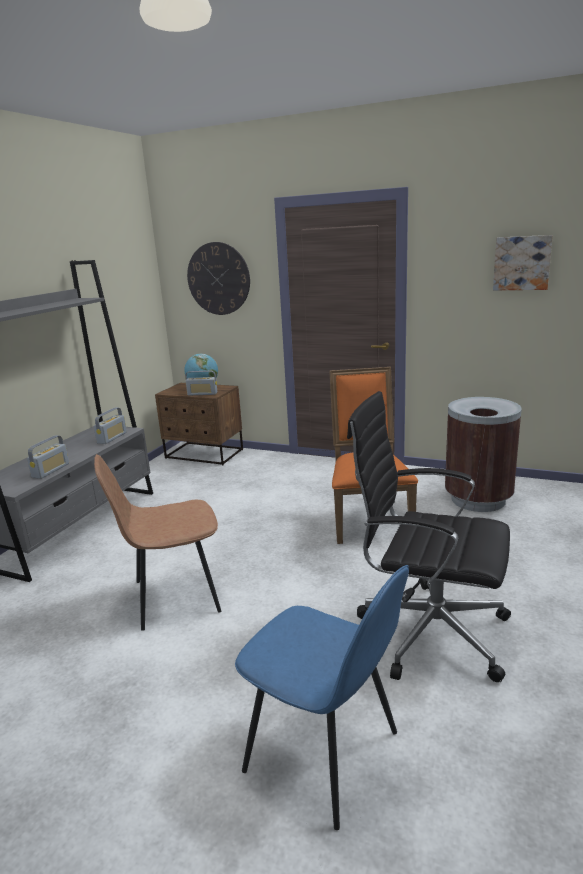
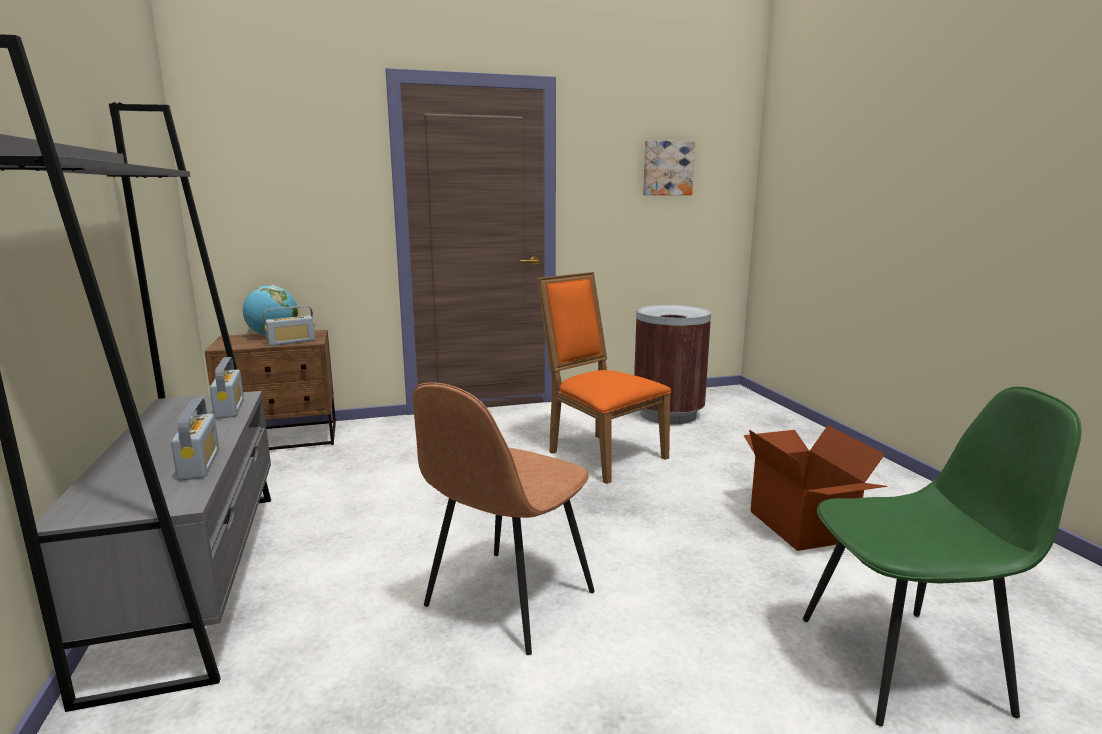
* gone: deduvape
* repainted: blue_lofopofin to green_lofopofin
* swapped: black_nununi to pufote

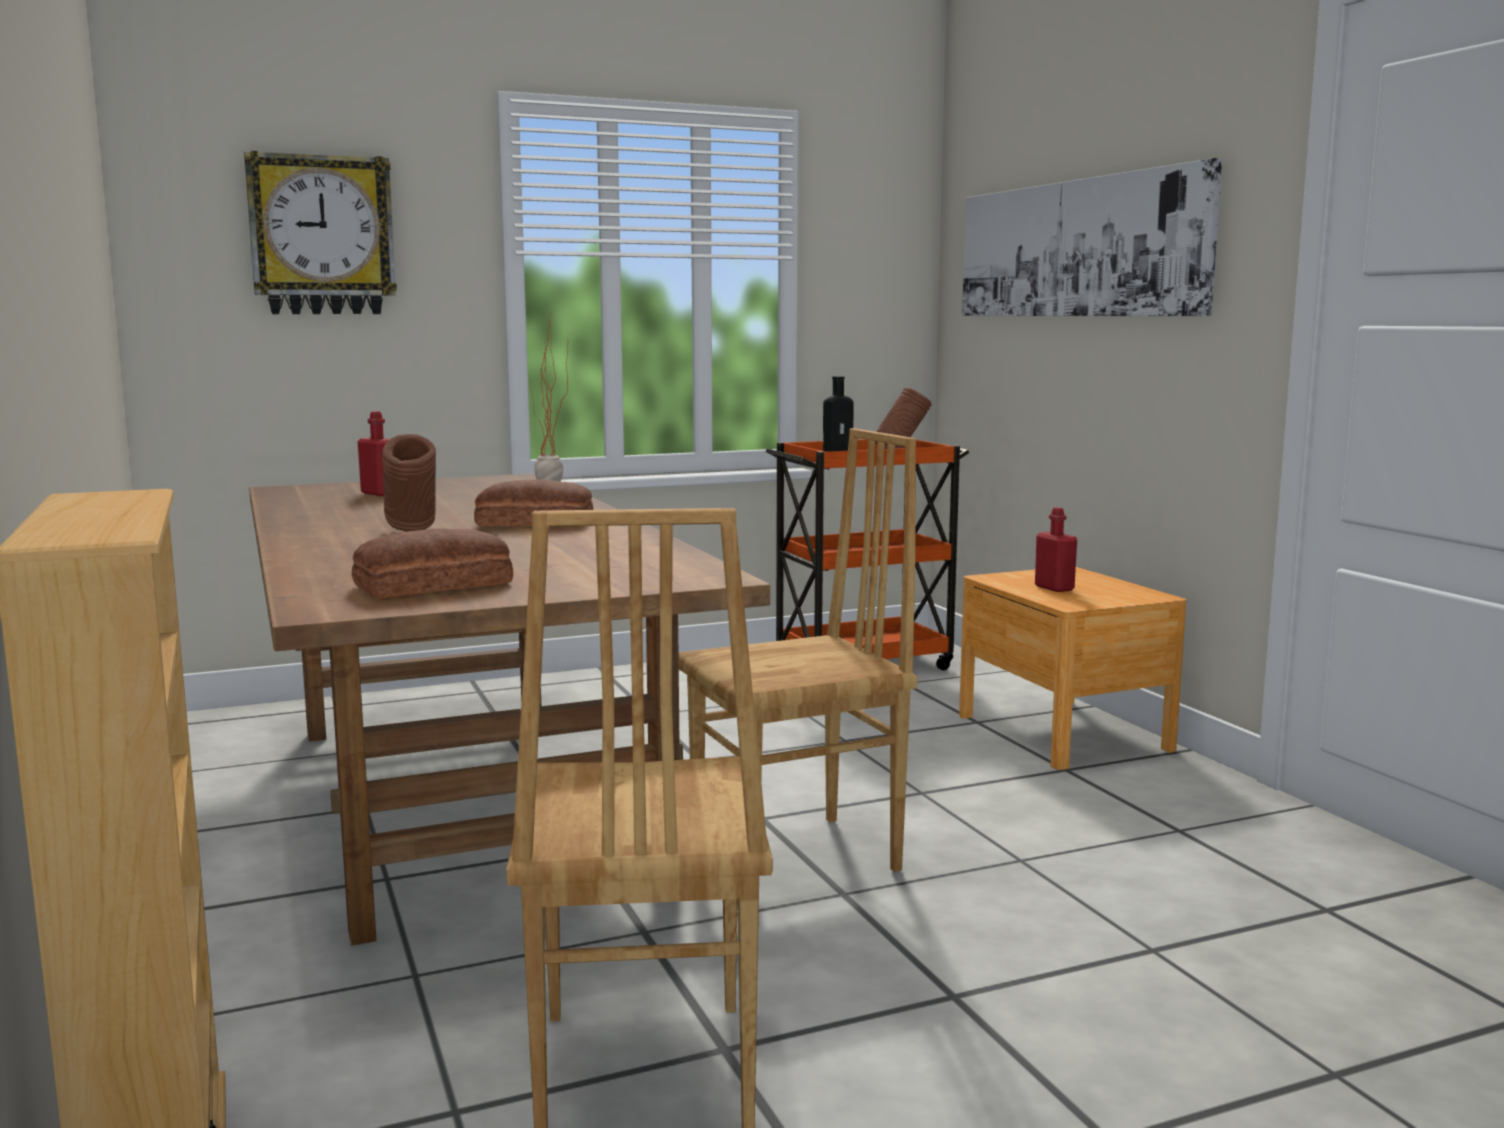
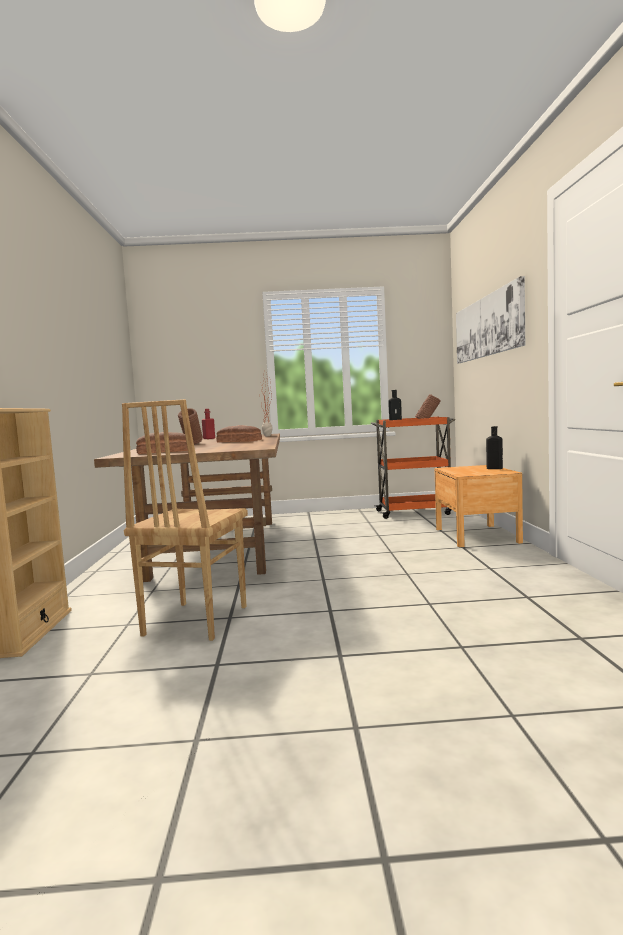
* gone: deduvape
* gone: brown_lofopofin (no. 2 from left)
* gone: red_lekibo (no. 2 from left)
* new: black_lekibo (no. 2 from left)

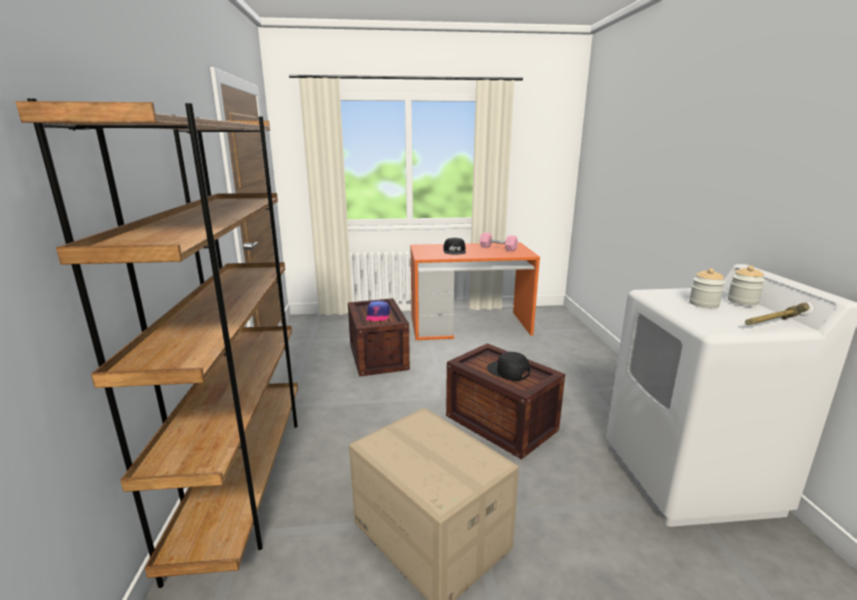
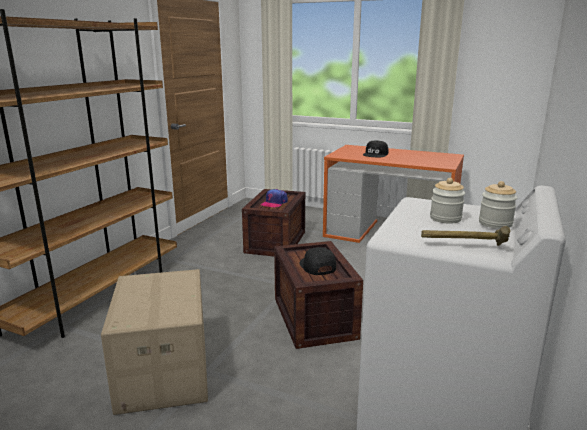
* gone: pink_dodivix

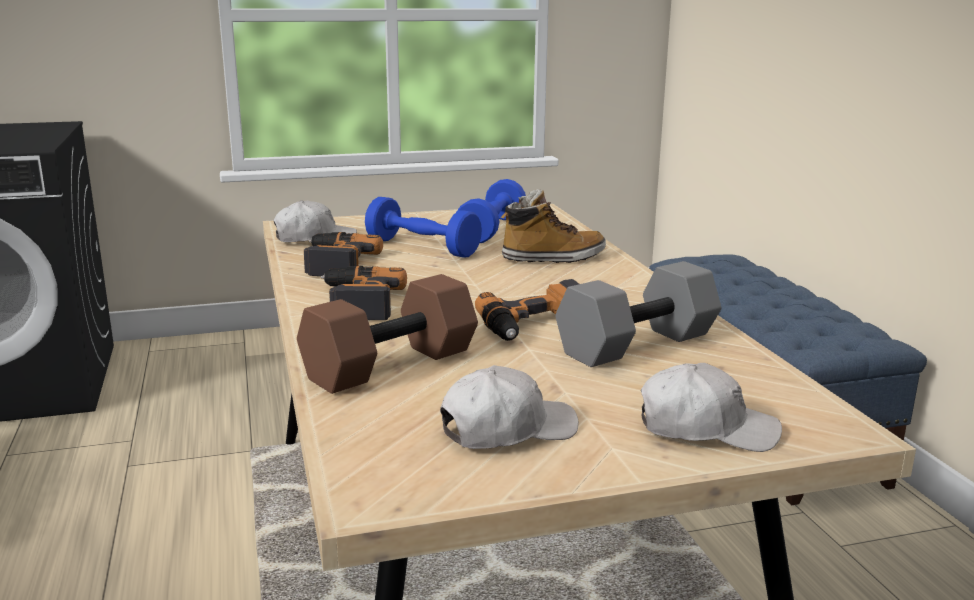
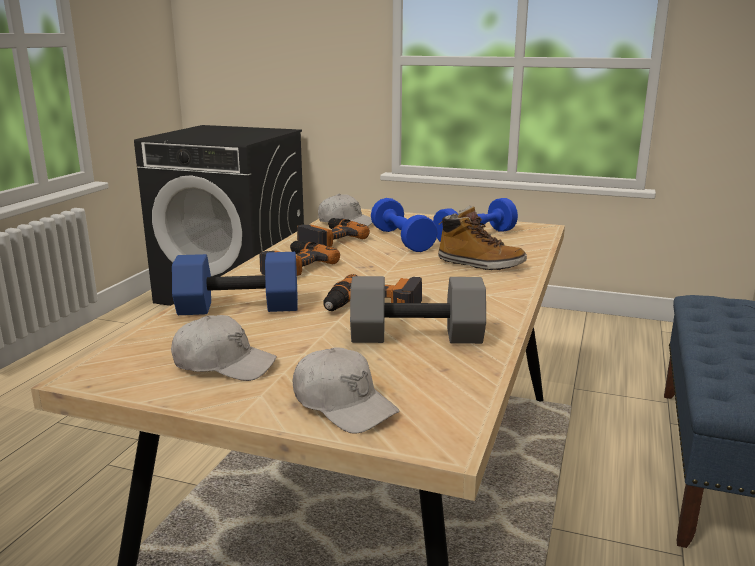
* repainted: brown_dodivix to blue_dodivix (no. 1 from left)

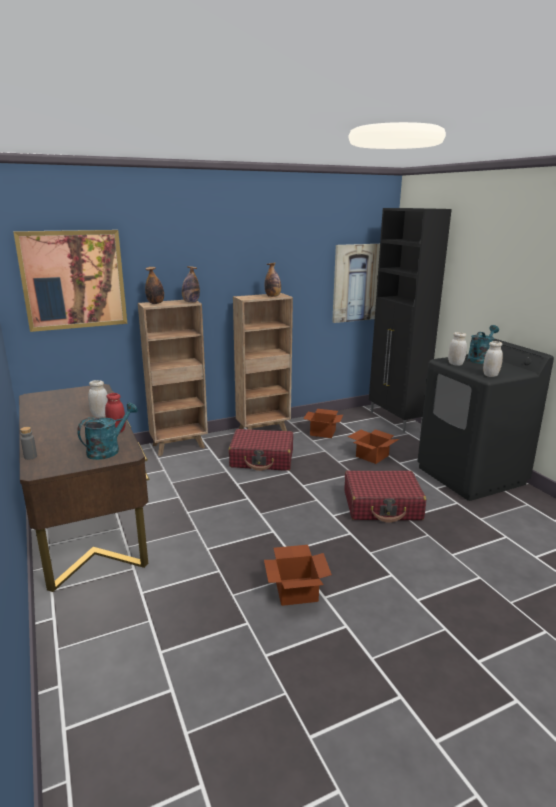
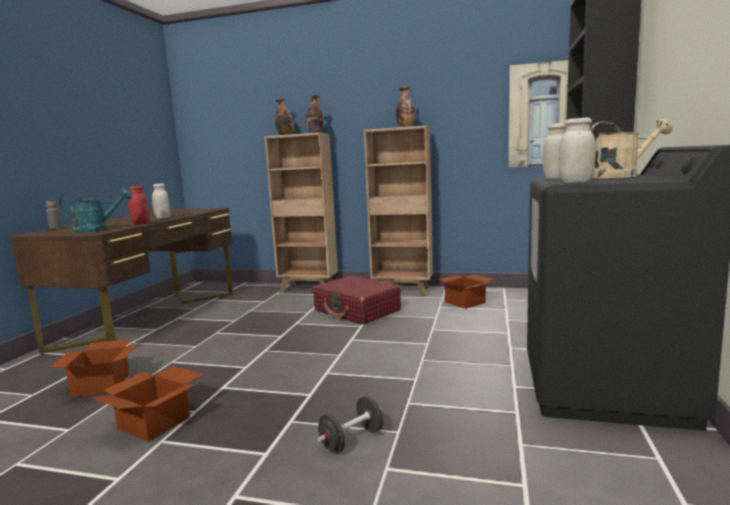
* gone: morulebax (no. 1 from left)
* gone: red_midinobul (no. 2 from left)
* shifted: pufote (no. 3 from left in the first image) to pufote (no. 1 from left)
* repainted: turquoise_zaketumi (no. 2 from left) to beige_zaketumi
* new: black_dodivix

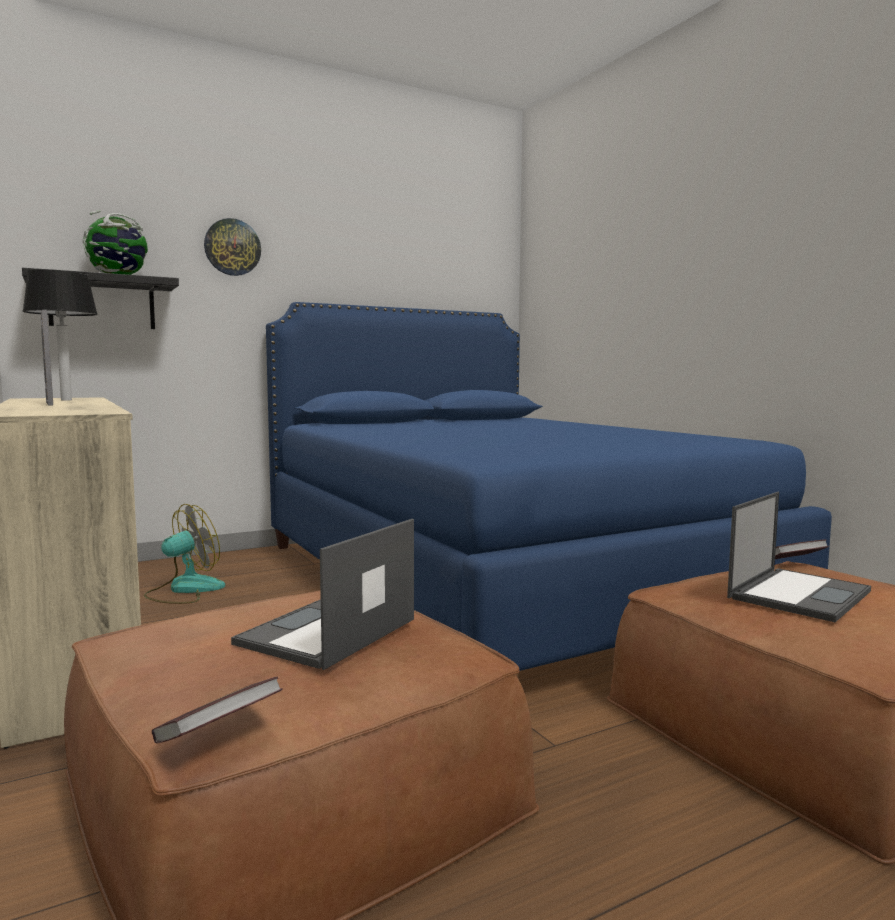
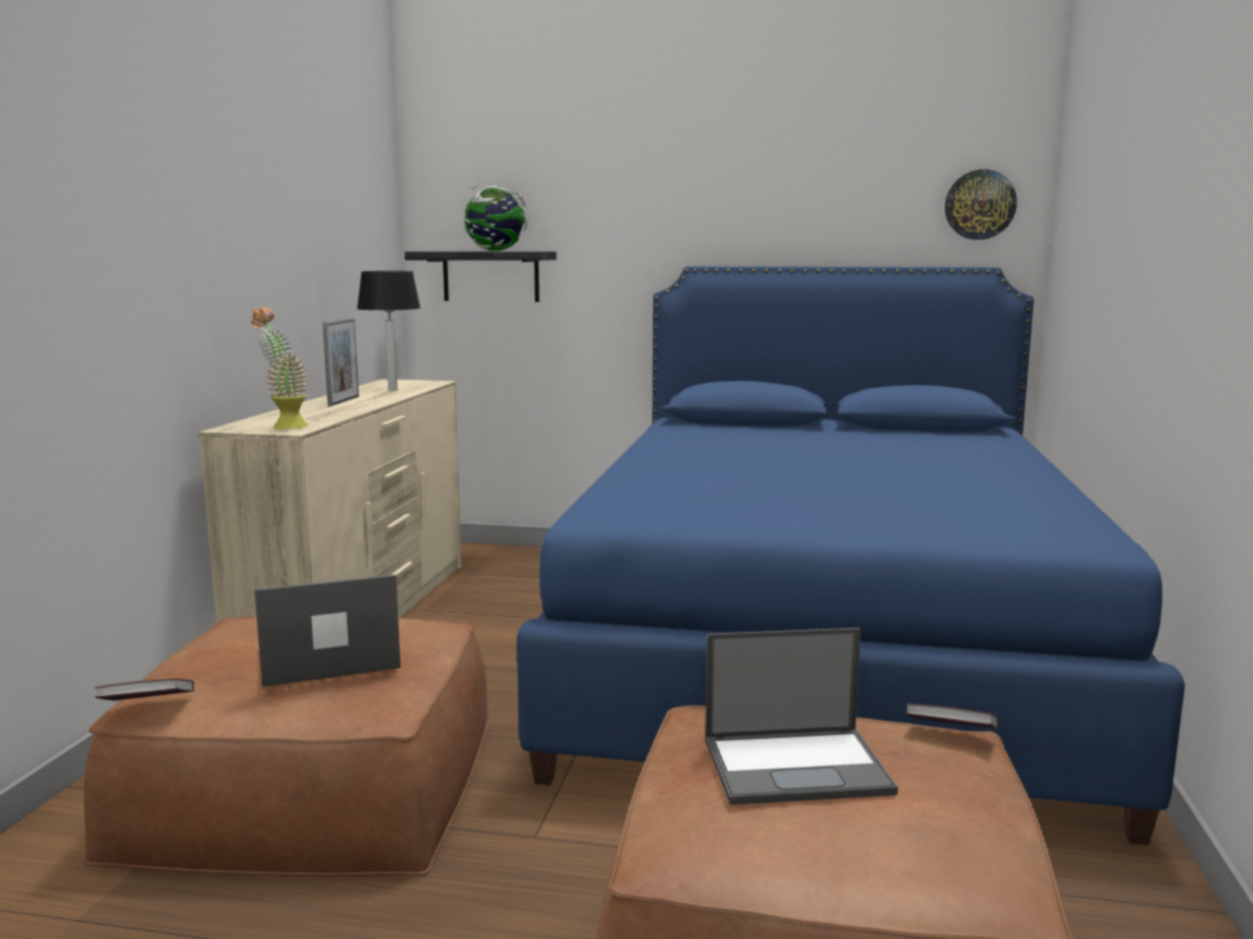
* gone: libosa
* shifted: deduvape
* new: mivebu

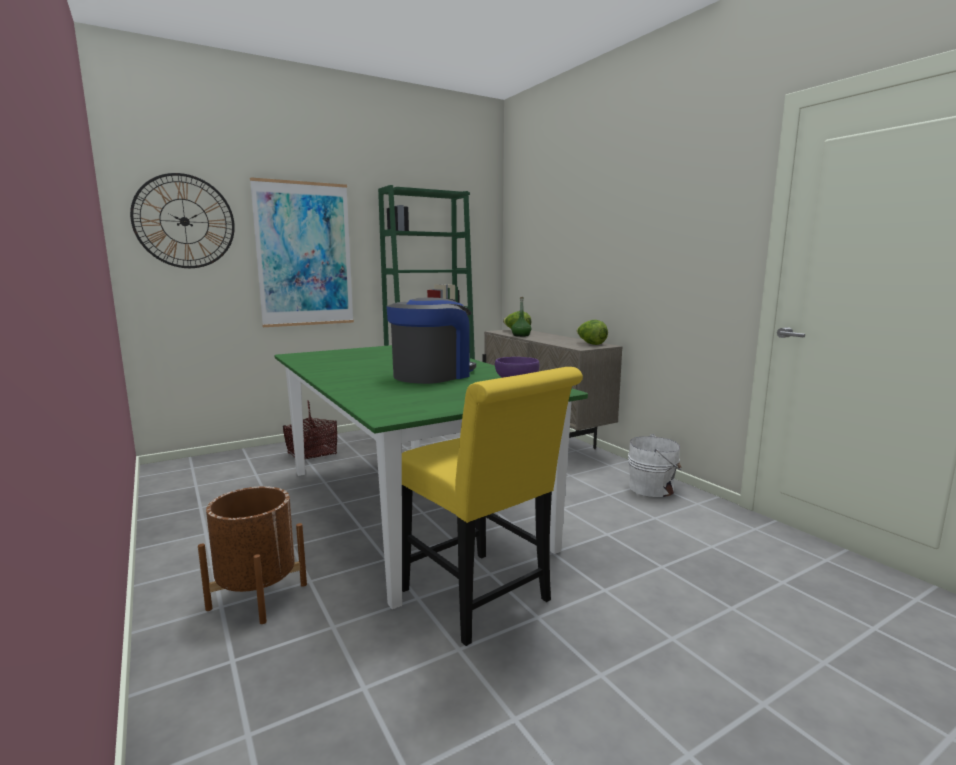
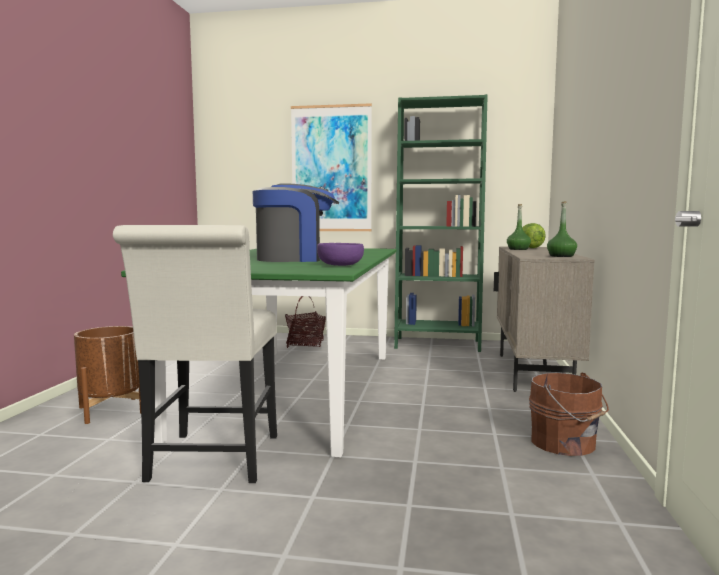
* gone: deduvape
* repainted: yellow_lofopofin to white_lofopofin
* swapped: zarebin (no. 2 from left) to green_lekibo (no. 2 from left)
* repainted: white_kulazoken to brown_kulazoken

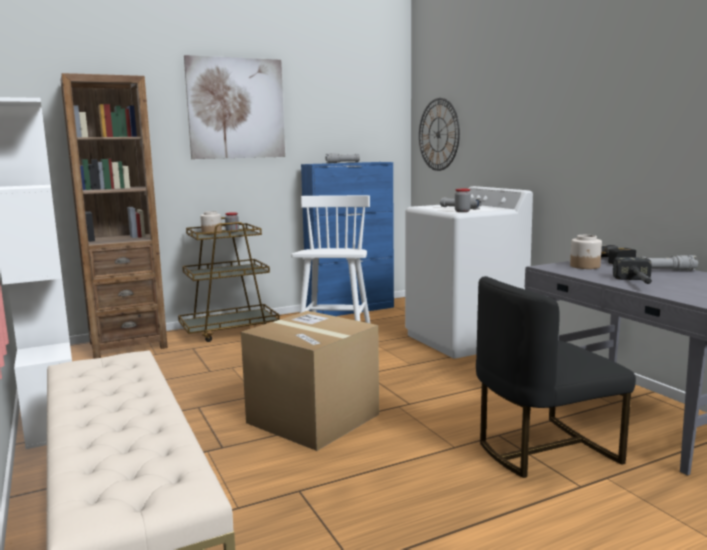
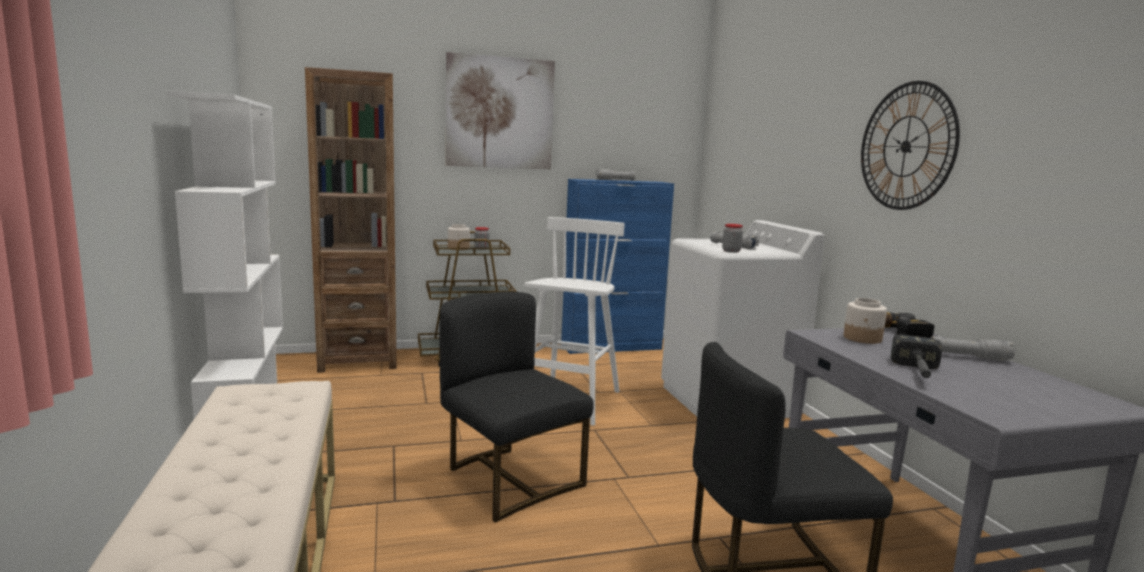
* swapped: pufote to black_lofopofin (no. 1 from left)
* shifted: deduvape

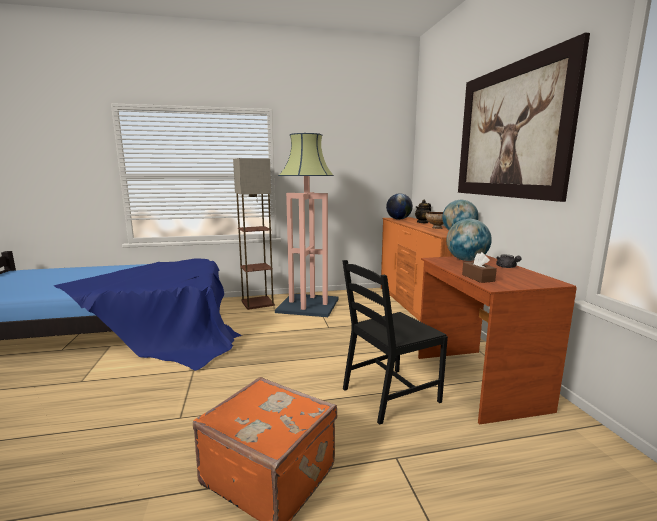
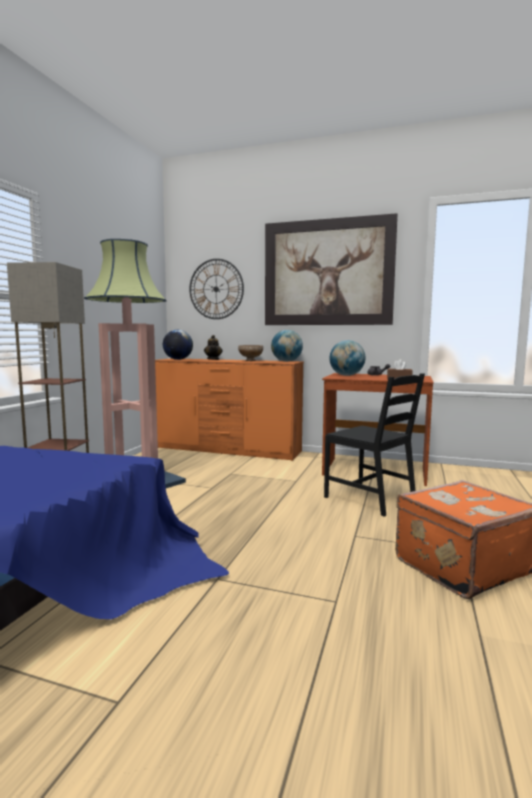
* rotated: black_lofopofin 45 degrees counterclockwise
* new: deduvape

